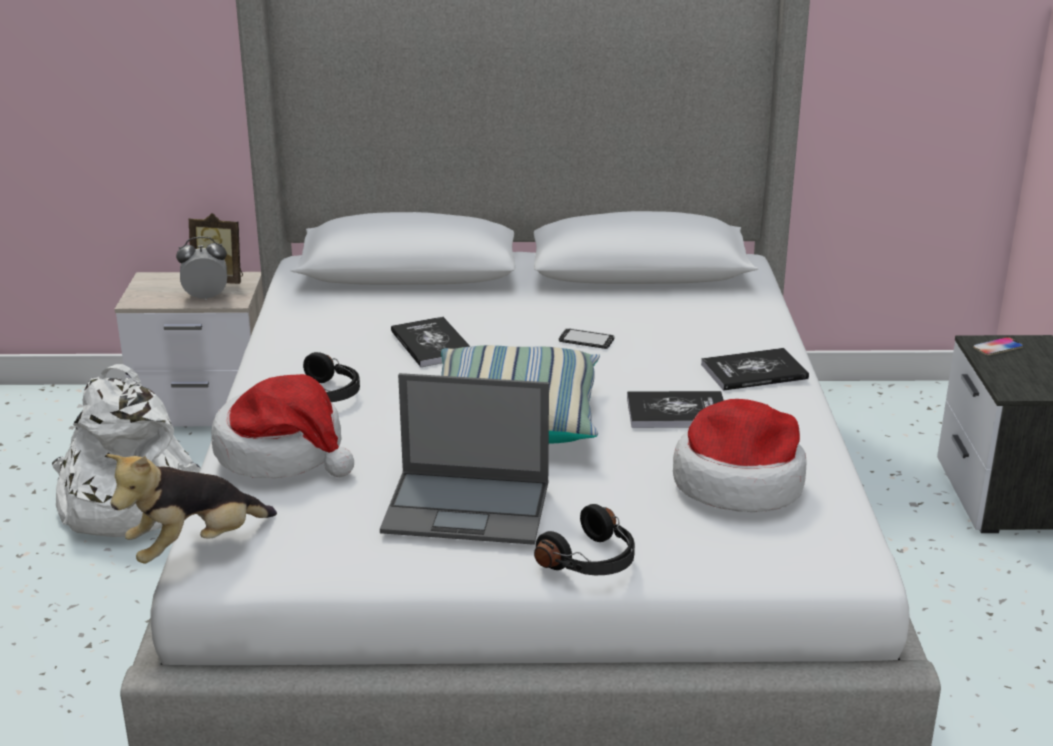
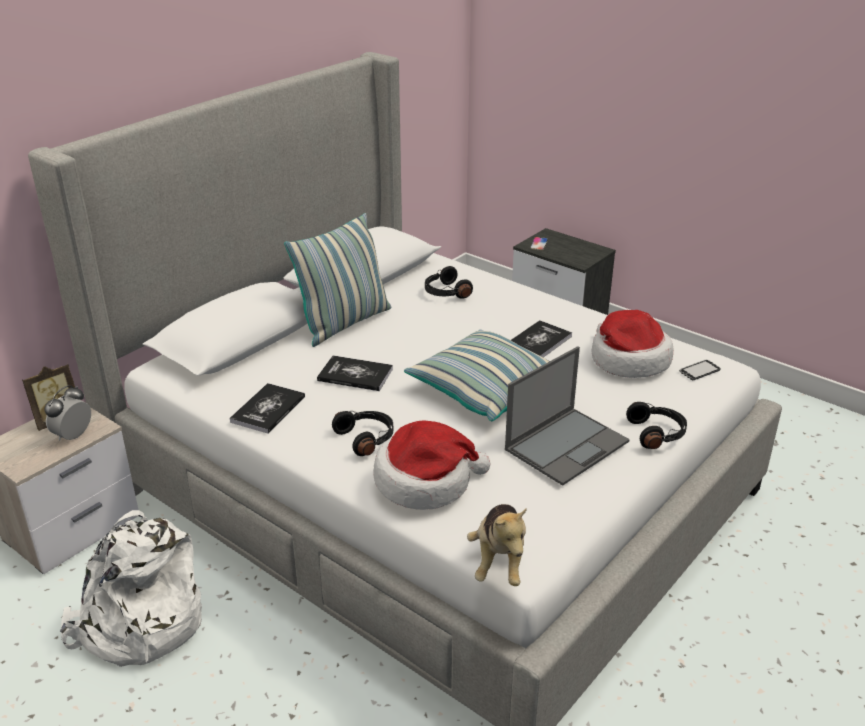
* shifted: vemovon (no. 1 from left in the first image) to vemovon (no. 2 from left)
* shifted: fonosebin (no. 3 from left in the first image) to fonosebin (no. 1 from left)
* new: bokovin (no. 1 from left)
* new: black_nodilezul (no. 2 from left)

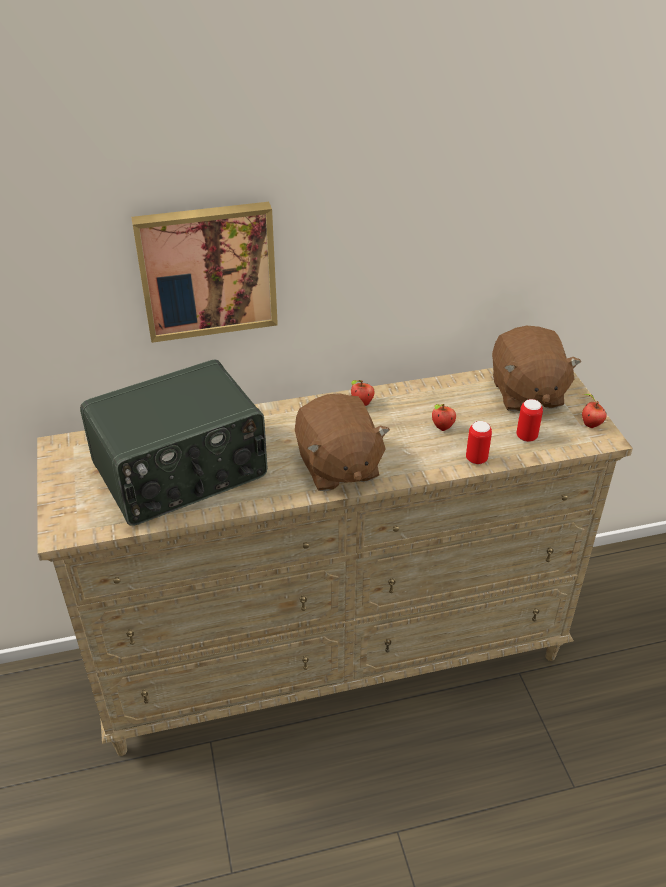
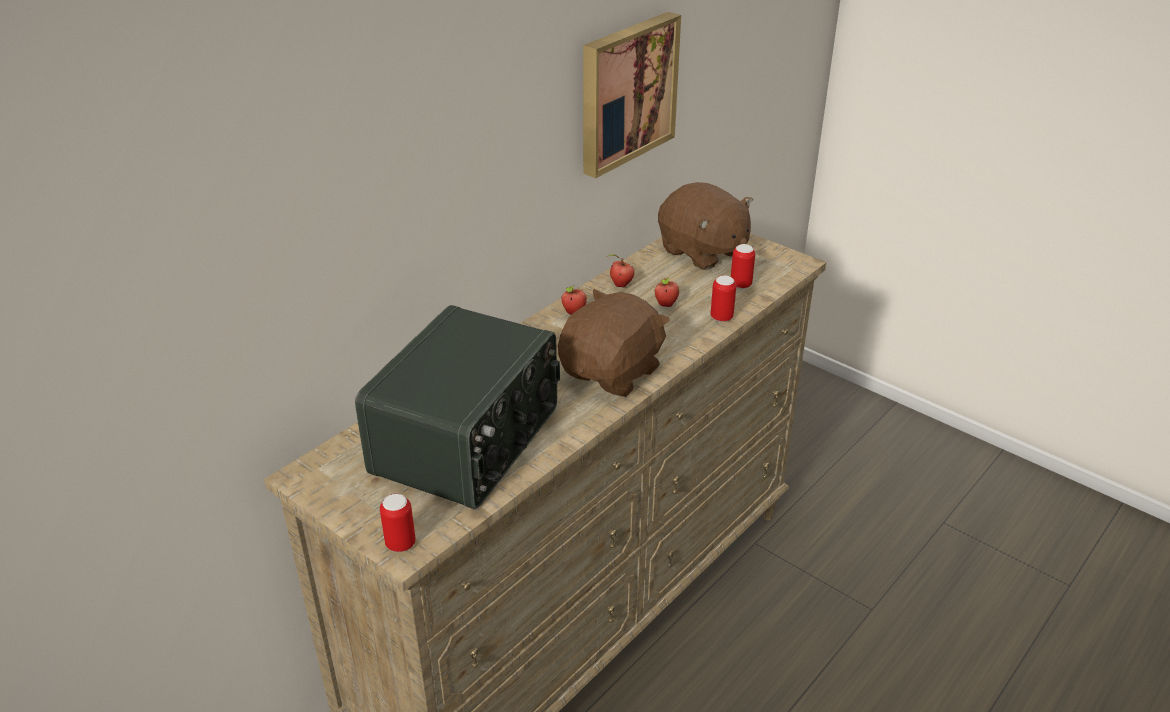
* shifted: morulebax
* rotated: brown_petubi (no. 1 from left) 90 degrees counterclockwise
* shifted: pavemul (no. 3 from left in the first image) to pavemul (no. 2 from left)
* new: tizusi (no. 1 from left)

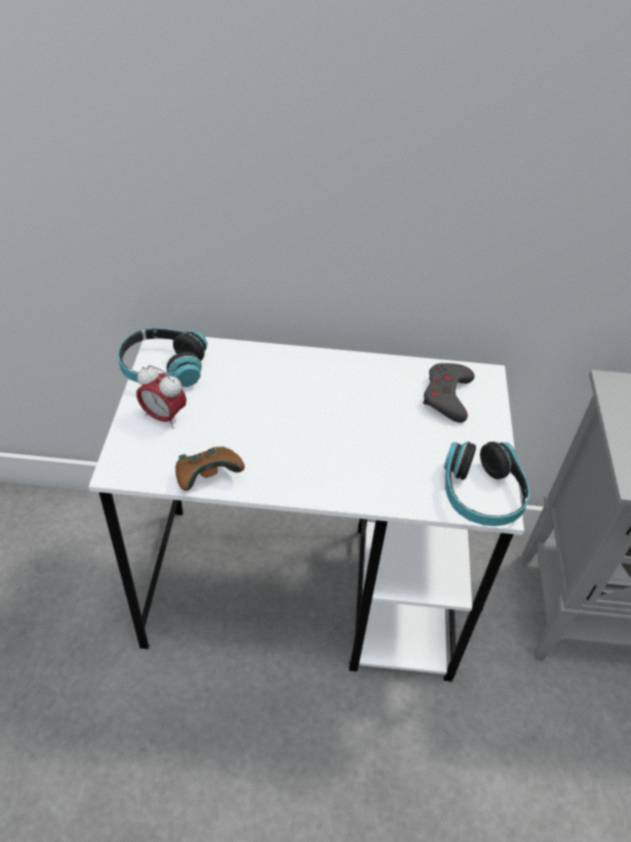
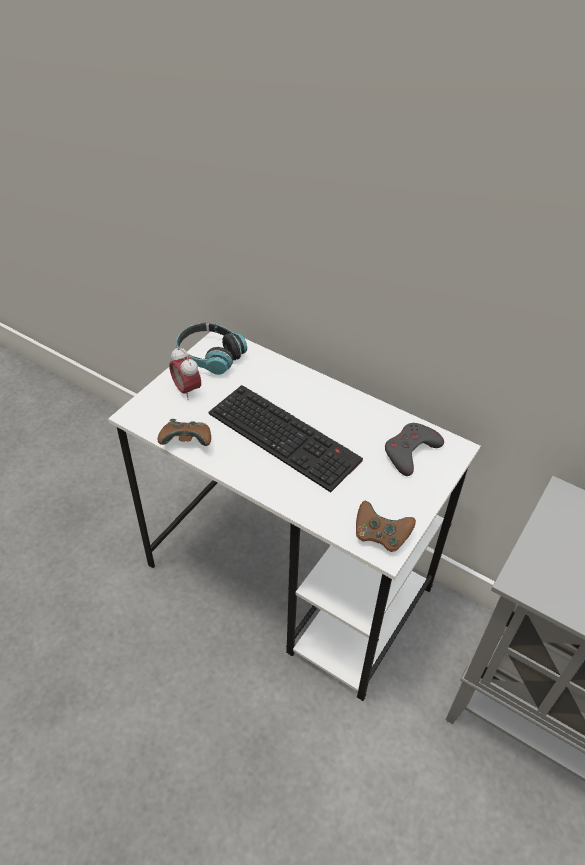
* swapped: nodilezul (no. 2 from left) to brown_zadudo (no. 2 from left)
* new: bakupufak

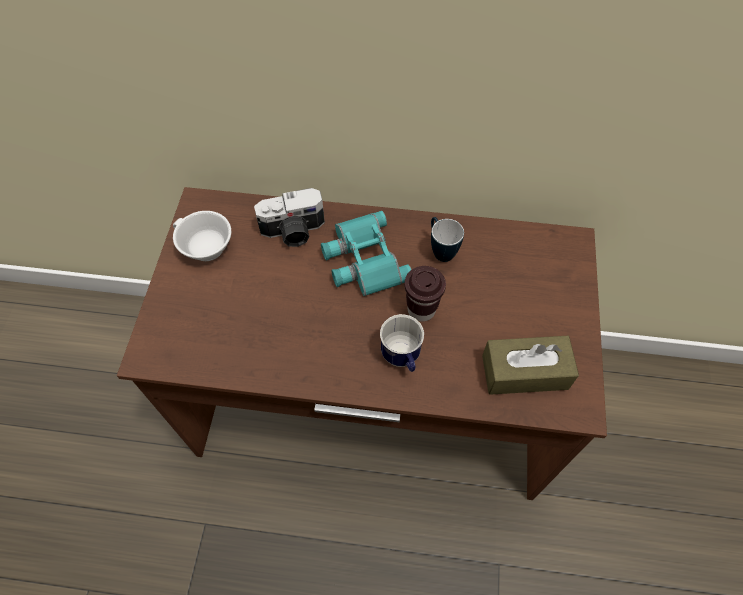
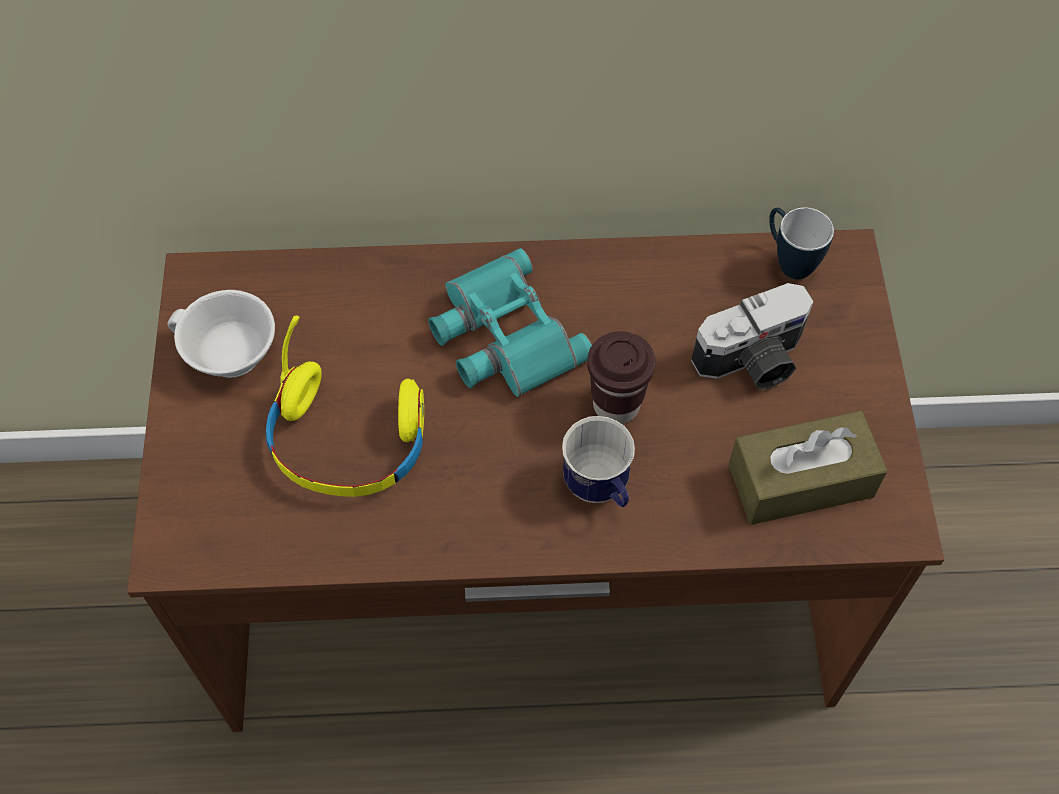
* shifted: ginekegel
* shifted: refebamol (no. 2 from left)
* new: yellow_nodilezul

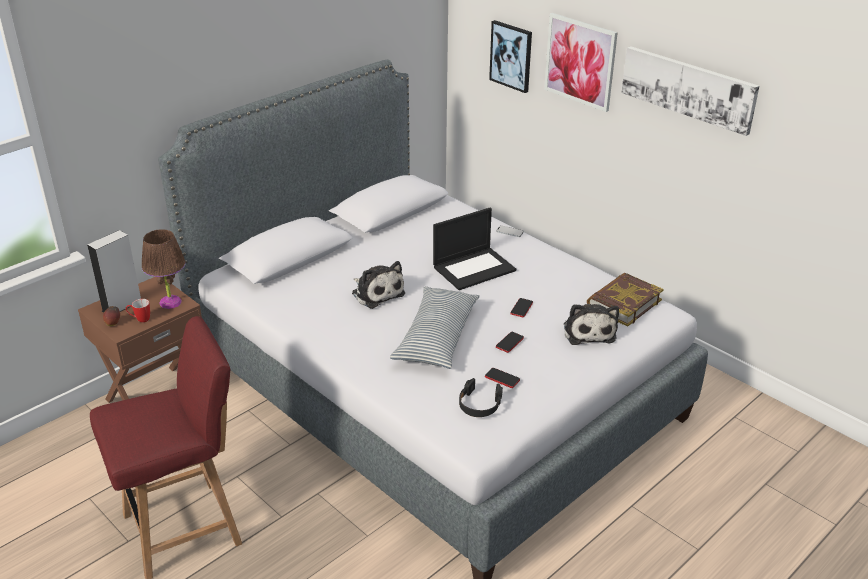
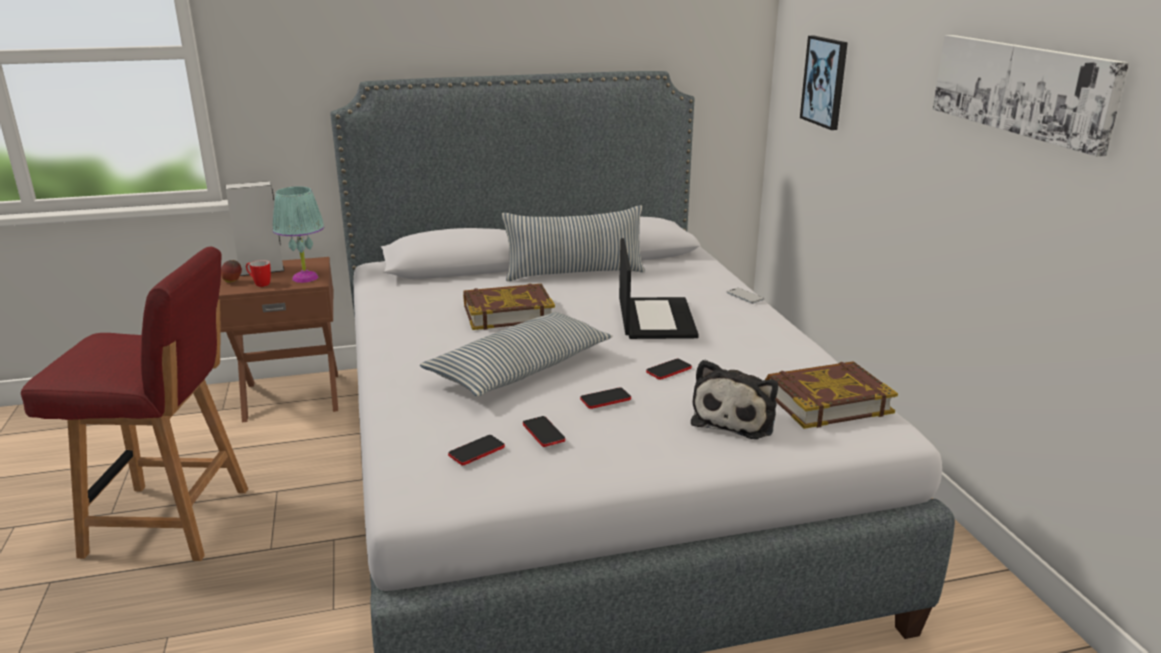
* repainted: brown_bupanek to turquoise_bupanek
* swapped: petubi (no. 1 from left) to fonosebin (no. 1 from left)
* rotated: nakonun 90 degrees counterclockwise
* swapped: black_nodilezul to vemovon (no. 1 from left)
* gone: morulebax (no. 2 from left)
* new: bokovin (no. 2 from left)

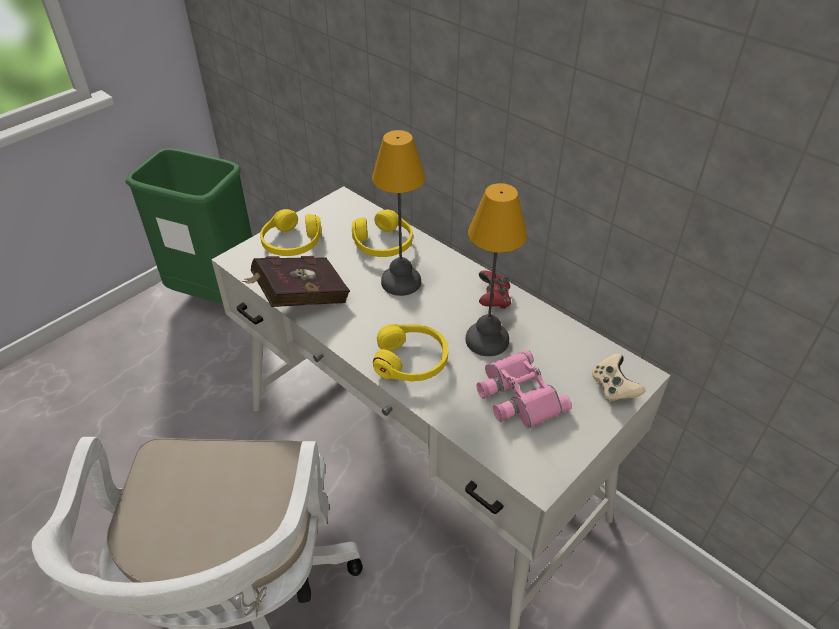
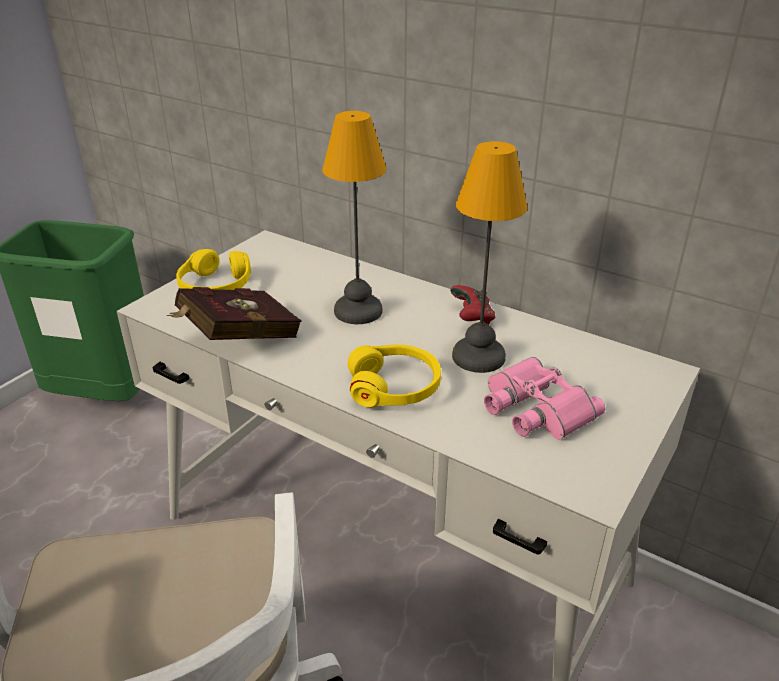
* gone: yellow_nodilezul (no. 2 from left)
* gone: beige_zadudo

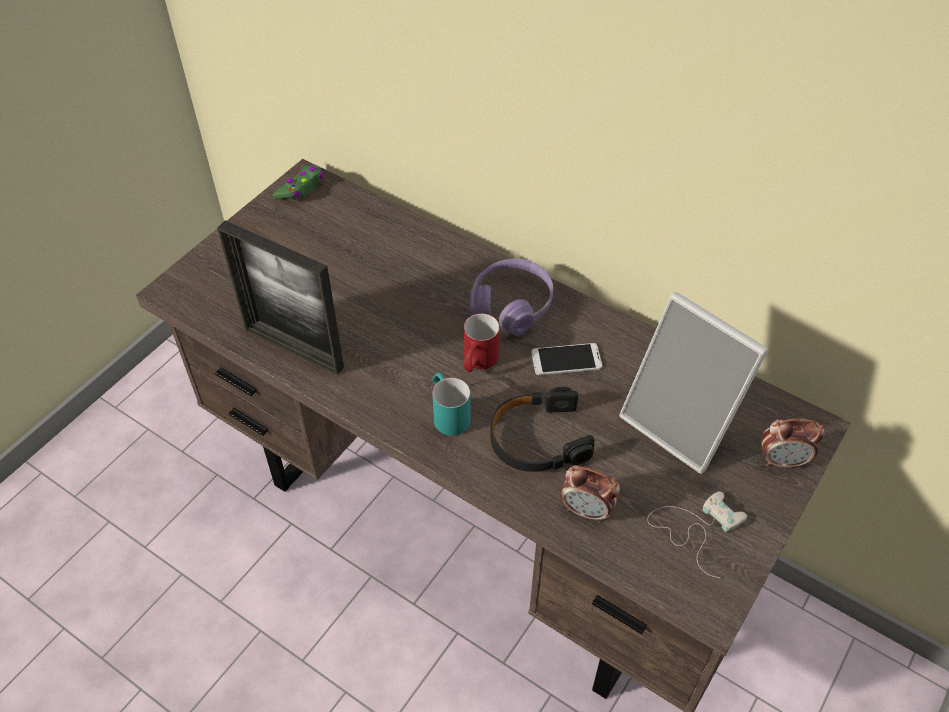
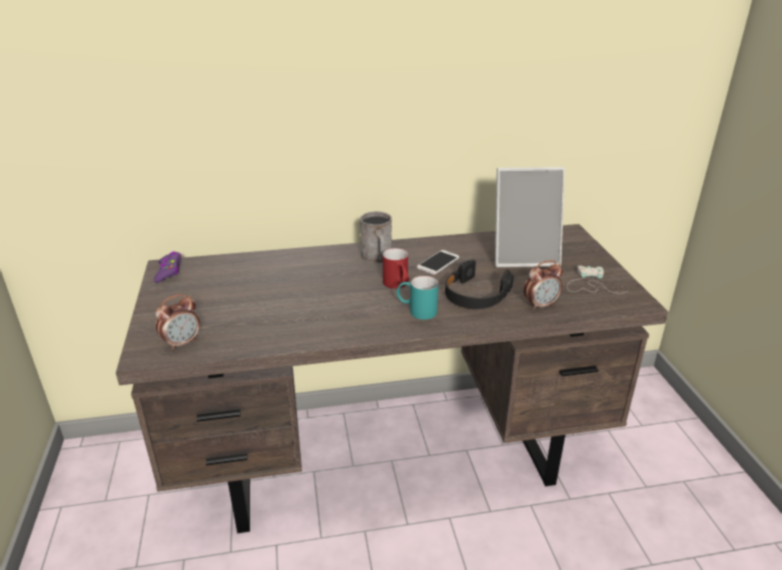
* gone: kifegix (no. 1 from left)
* repainted: green_zadudo to purple_zadudo
* swapped: purple_nodilezul to grey_refebamol
* shifted: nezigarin (no. 2 from left in the first image) to nezigarin (no. 1 from left)

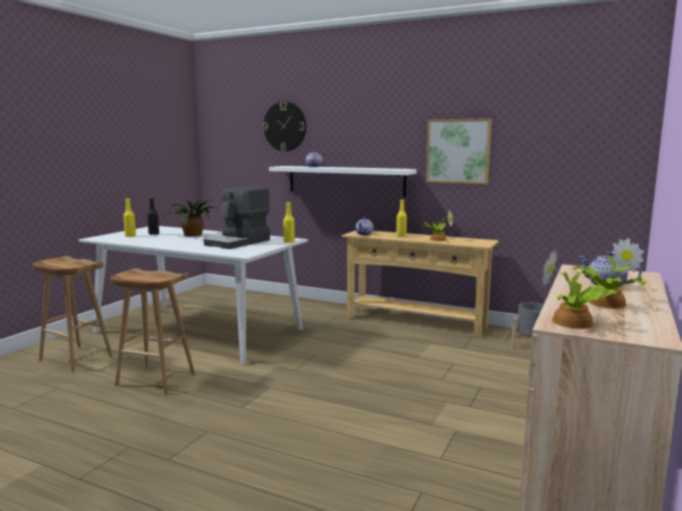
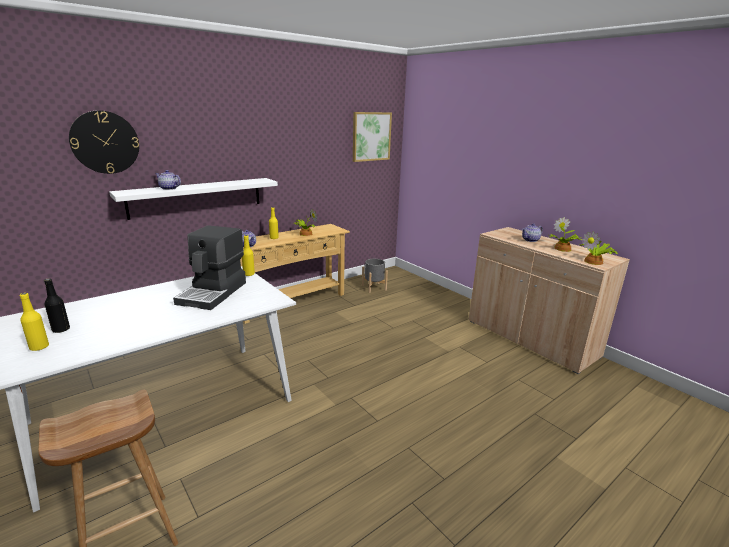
* gone: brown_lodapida (no. 2 from left)
* gone: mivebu (no. 1 from left)
* rotated: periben 45 degrees clockwise
* shifted: morulebax

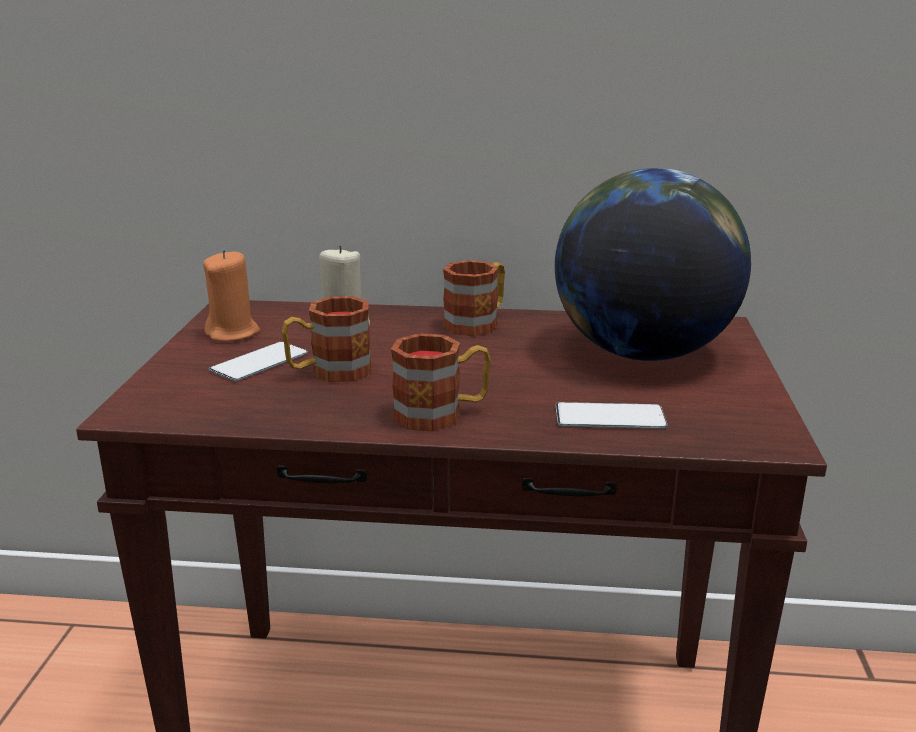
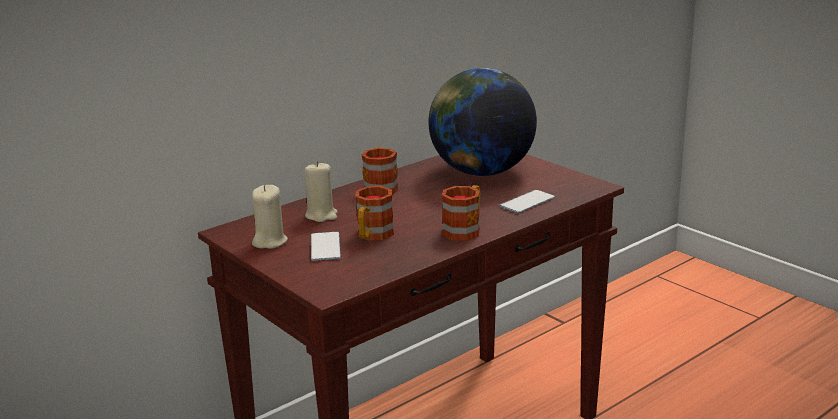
* repainted: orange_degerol to beige_degerol (no. 1 from left)

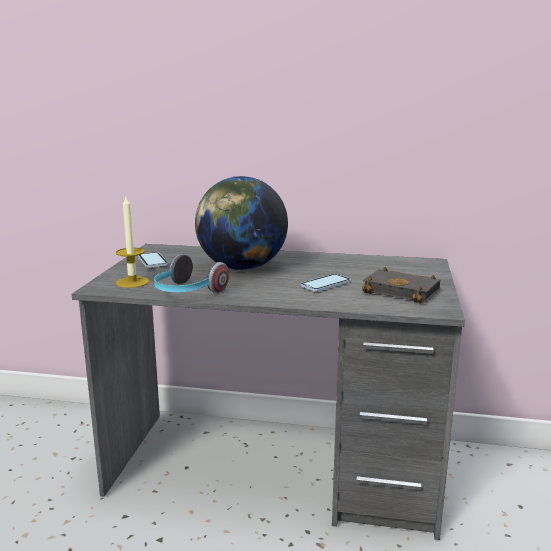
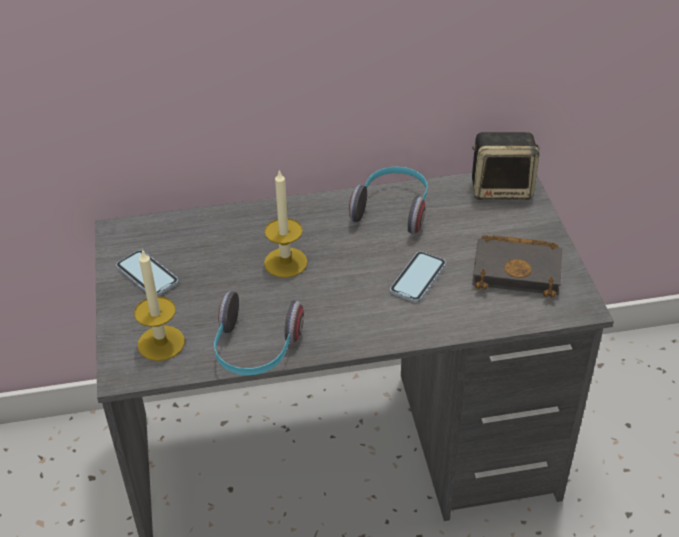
* swapped: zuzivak to degerol (no. 2 from left)
* new: nodilezul (no. 2 from left)
* new: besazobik

